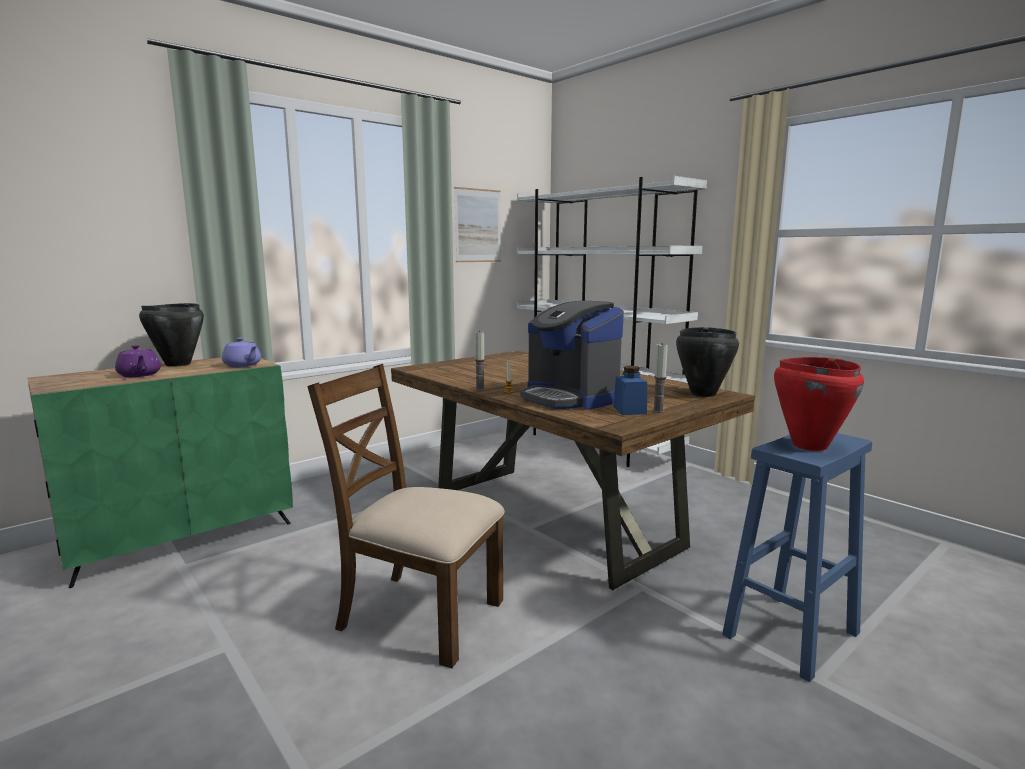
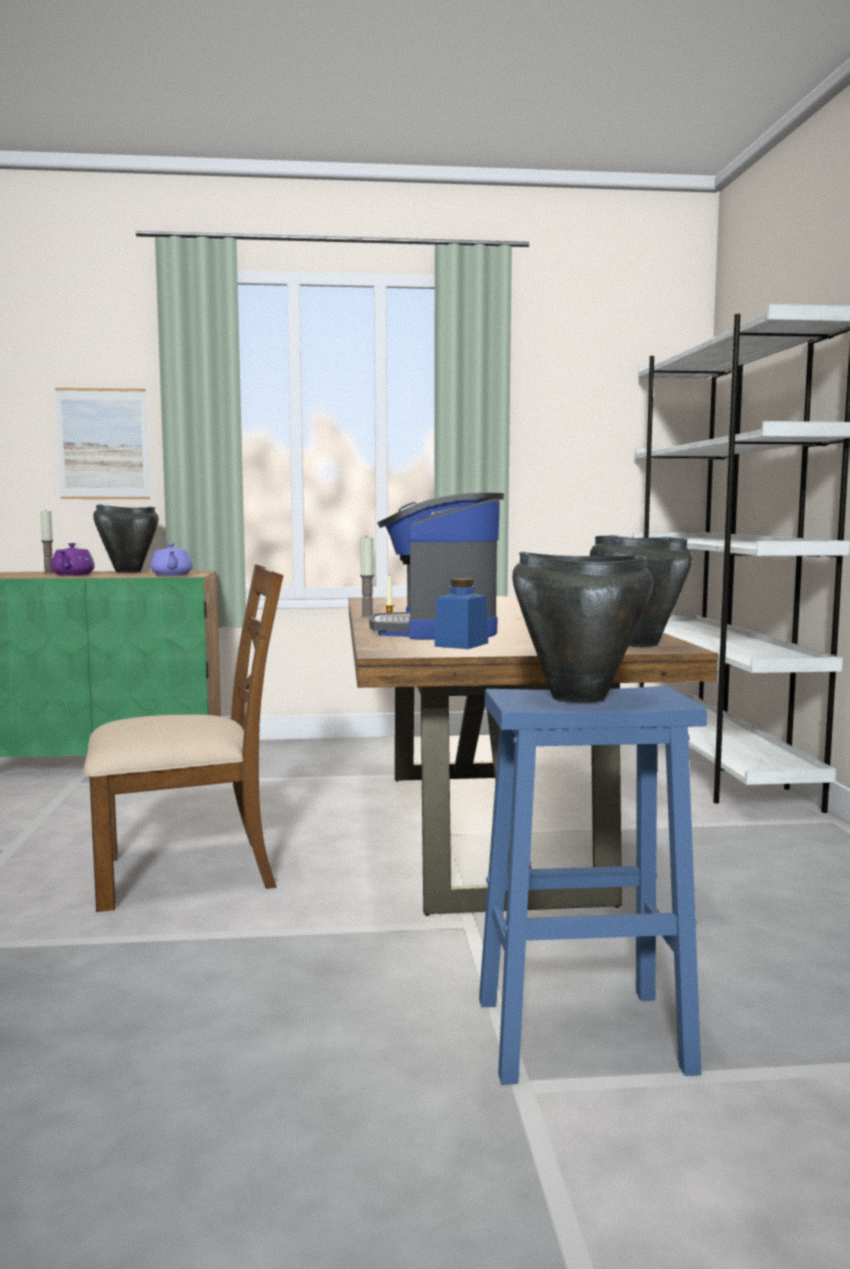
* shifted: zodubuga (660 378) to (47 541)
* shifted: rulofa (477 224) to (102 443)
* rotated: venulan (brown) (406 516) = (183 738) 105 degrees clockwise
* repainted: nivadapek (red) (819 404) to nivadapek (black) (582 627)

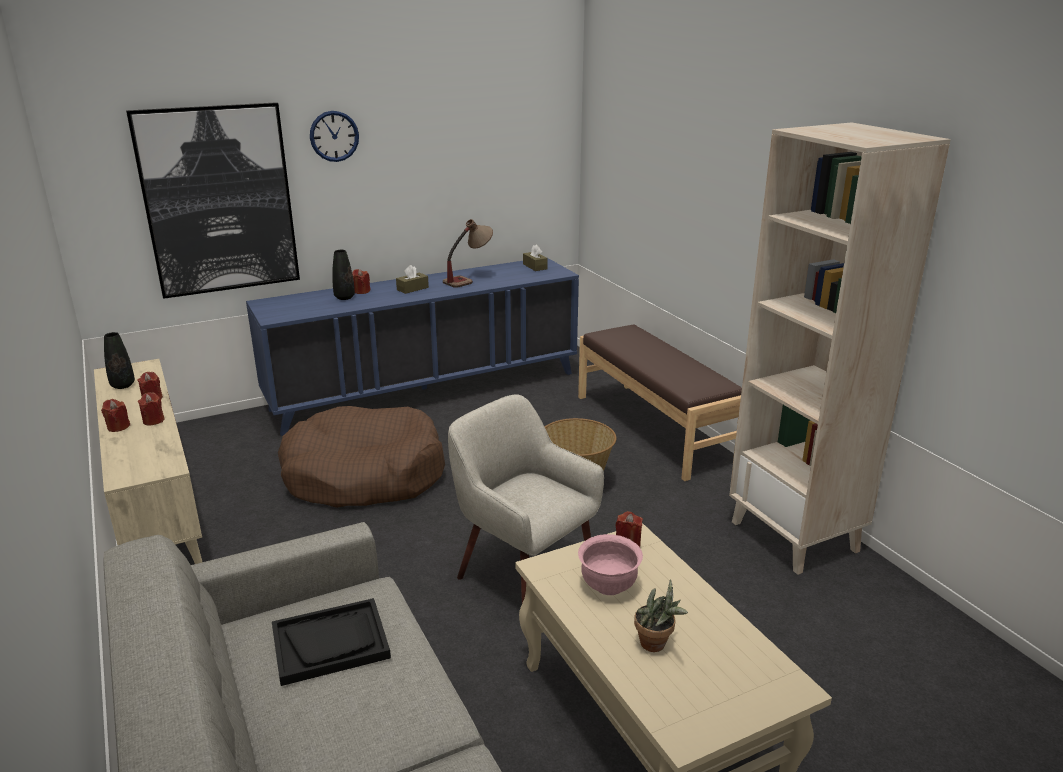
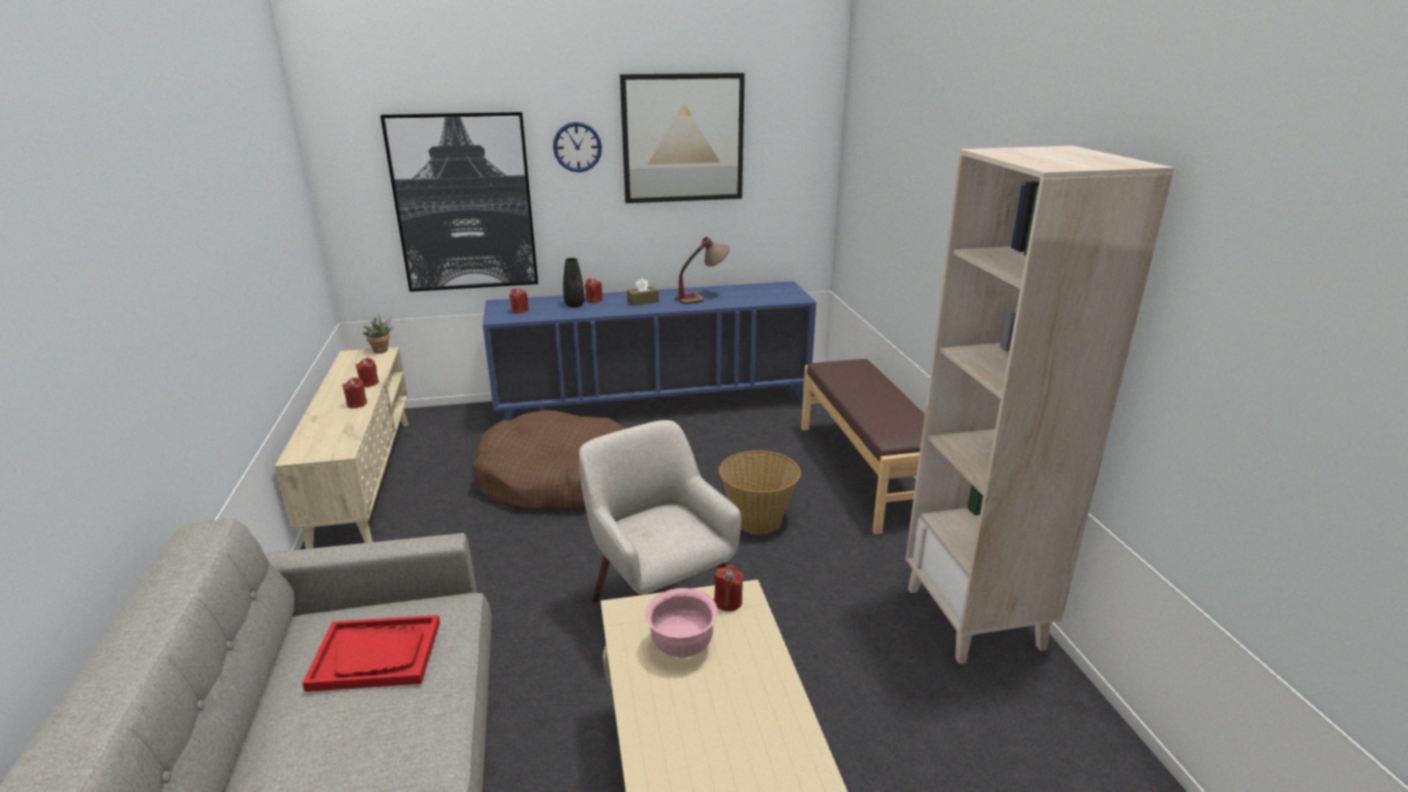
* repainted: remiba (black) (331 642) to remiba (red) (371 653)
* shifted: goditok (661 615) to (378 334)
* shifted: zodubuga (red) (115 415) to (519 301)
* new: rulofa (682 138)
* gone: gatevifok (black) (119 360)
* gone: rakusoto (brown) (535 258)

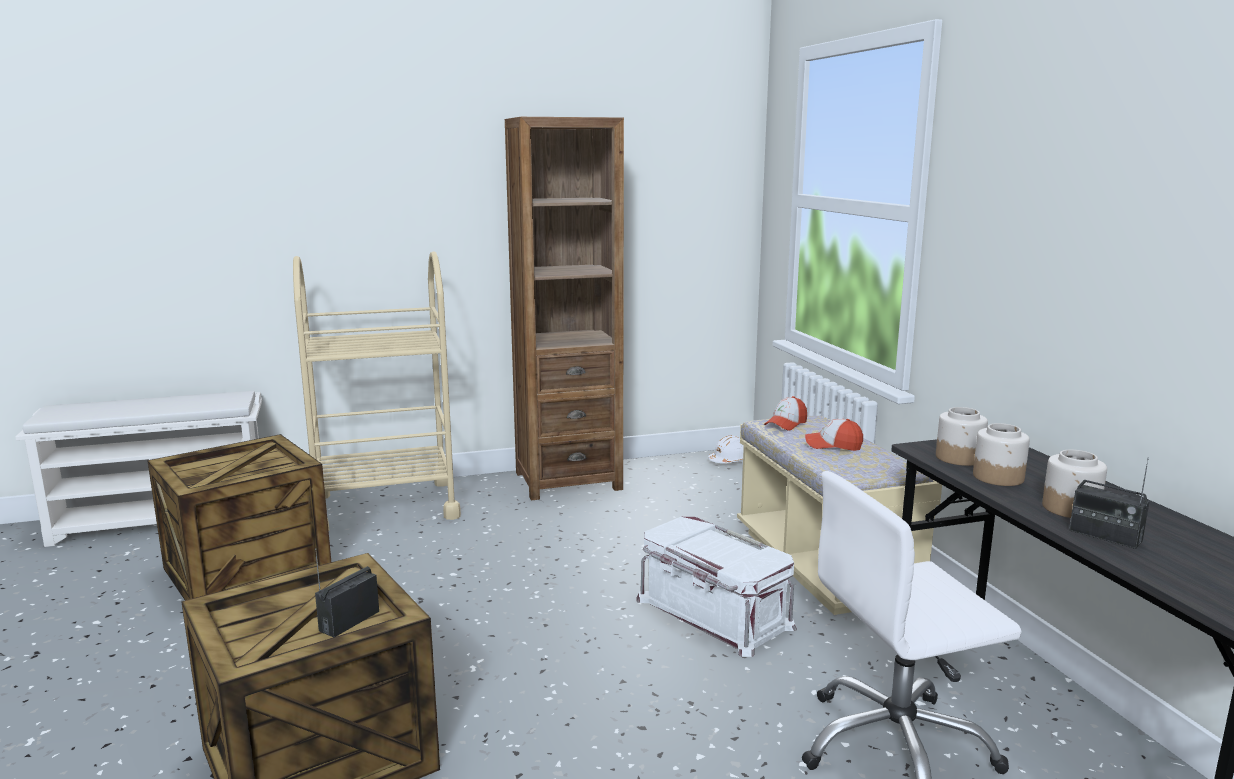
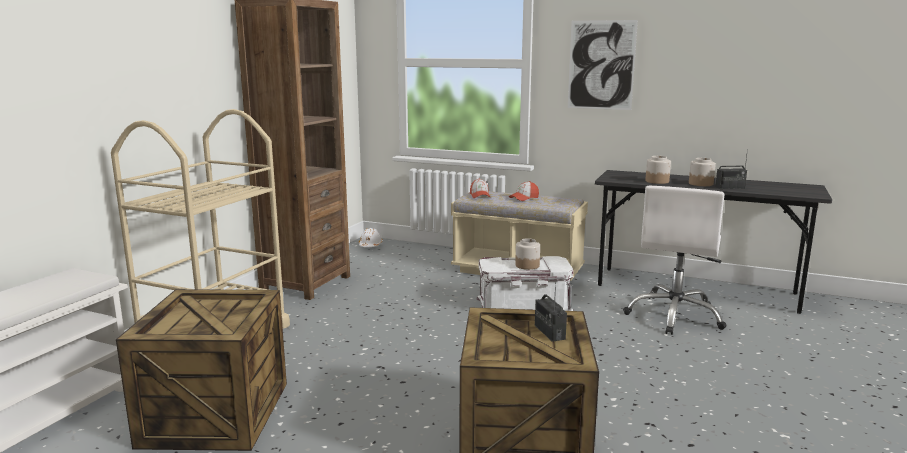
* shifted: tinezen (962 436) to (527 254)
* new: rulofa (603 65)

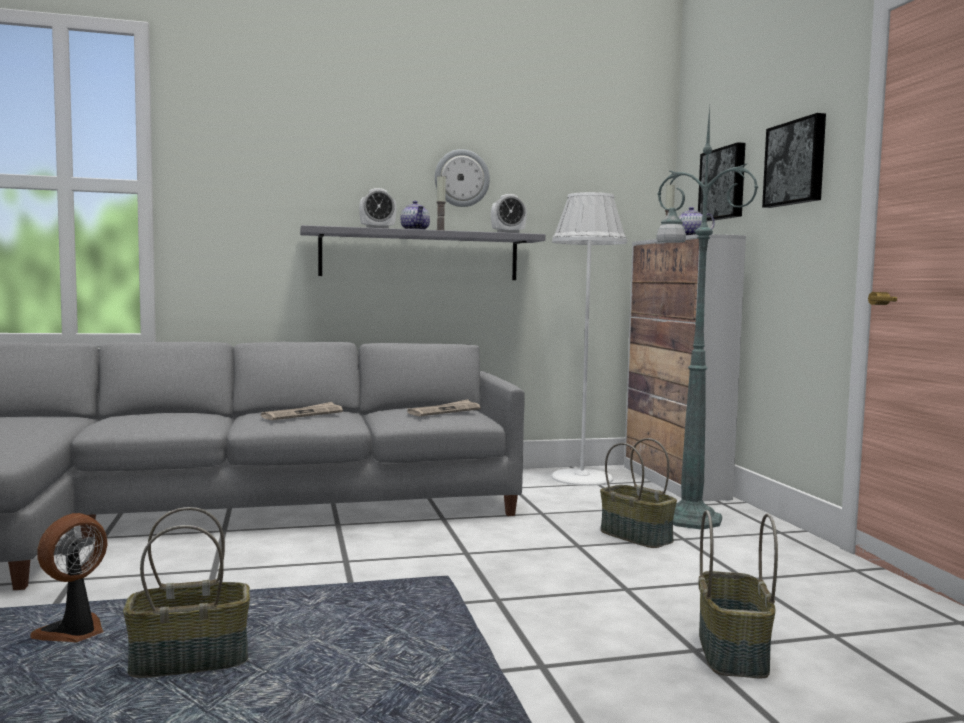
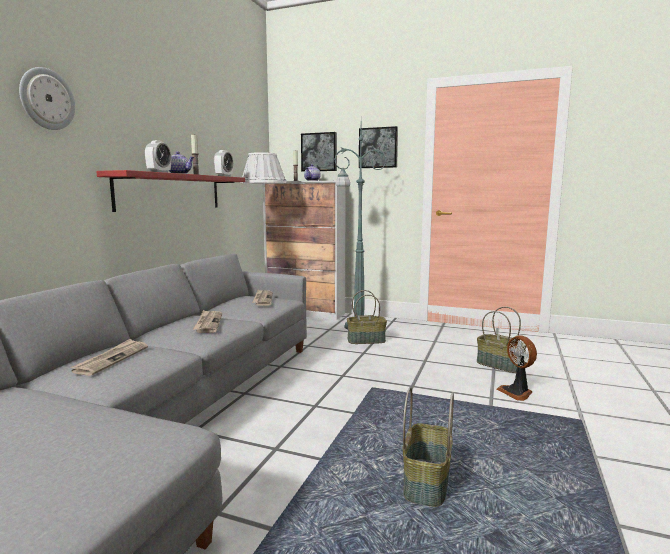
* shifted: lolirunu (462 178) to (47 98)
* new: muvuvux (109 357)
* repainted: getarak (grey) (422 252) to getarak (red) (170 191)
* shifted: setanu (68 577) to (517 368)

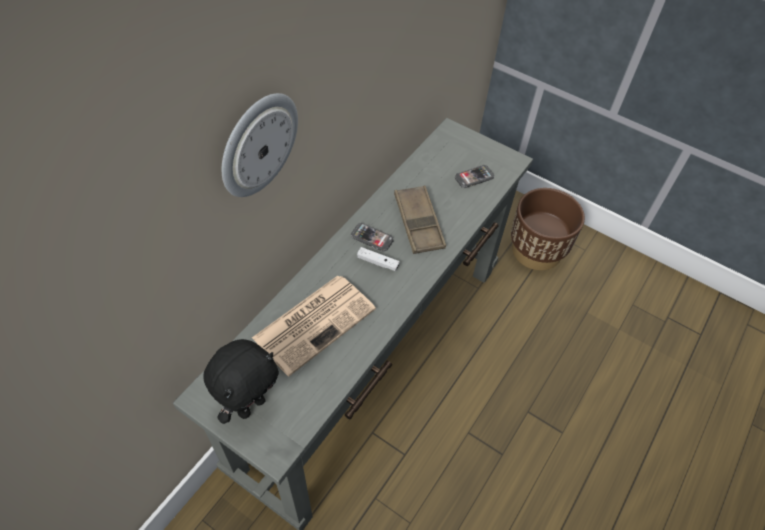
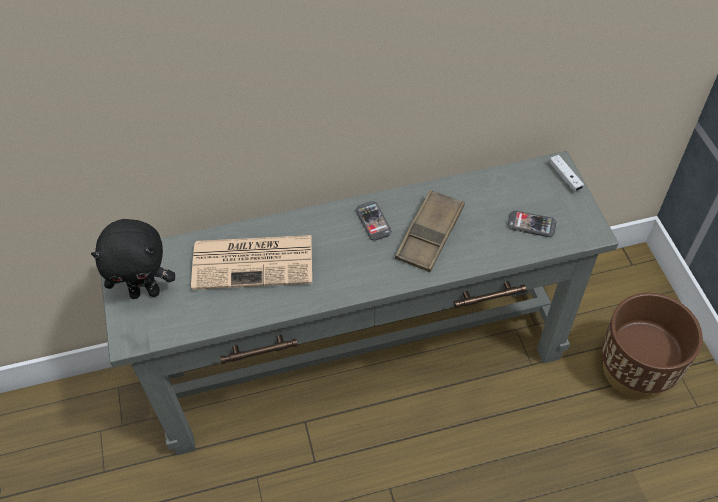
* shifted: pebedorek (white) (378 259) to (566 173)
* gone: lolirunu (260 145)

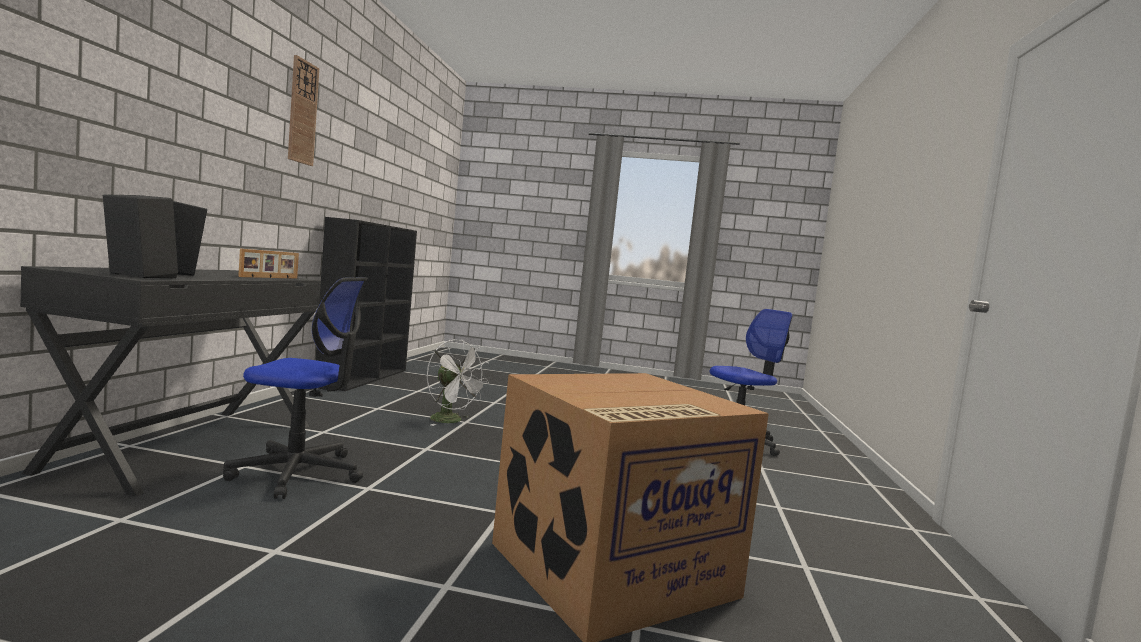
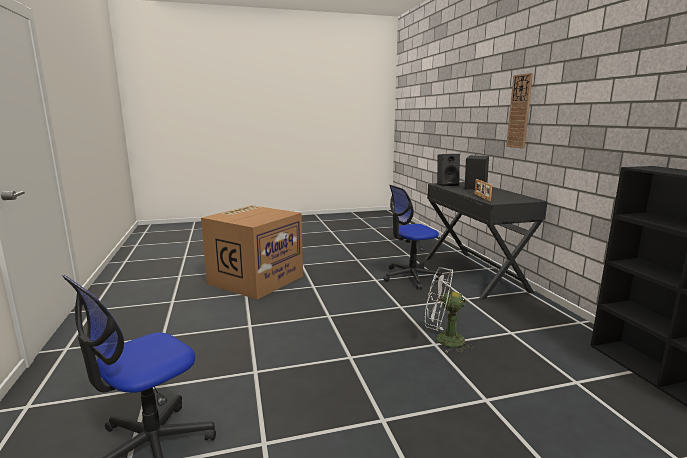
* shifted: lolirunu (303 110) to (519 111)

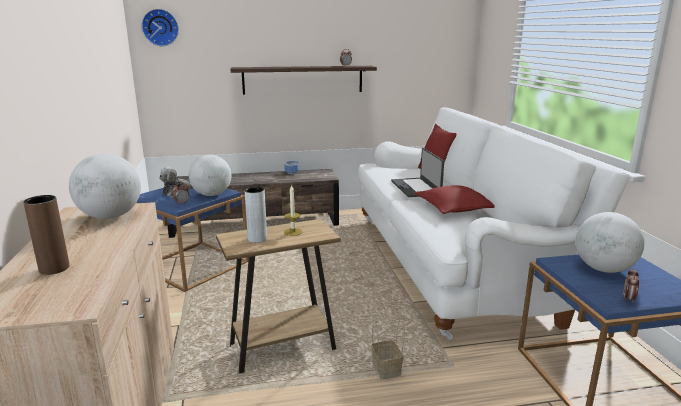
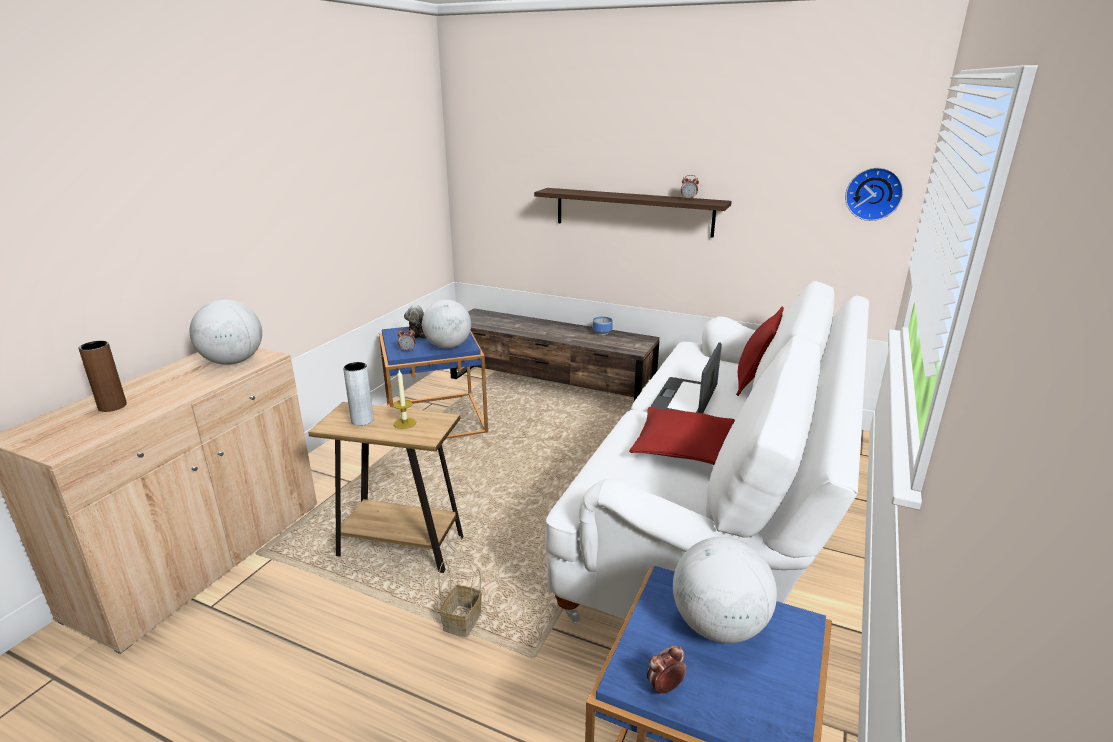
* shifted: lolirunu (160 27) to (874 194)

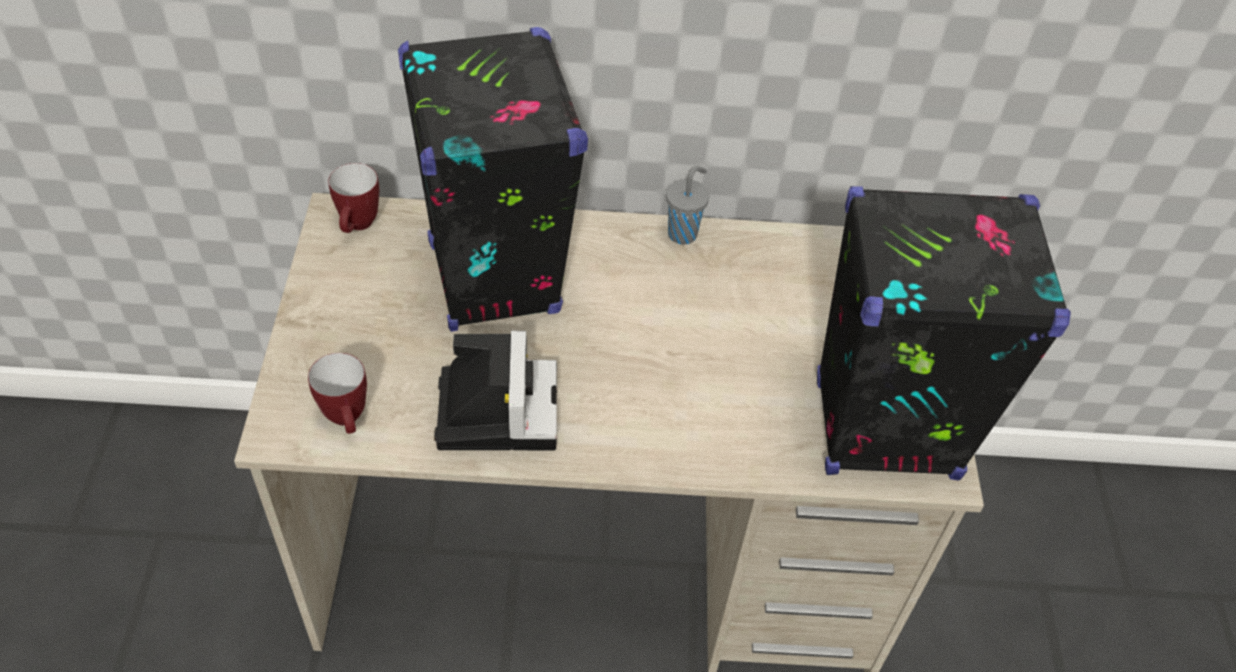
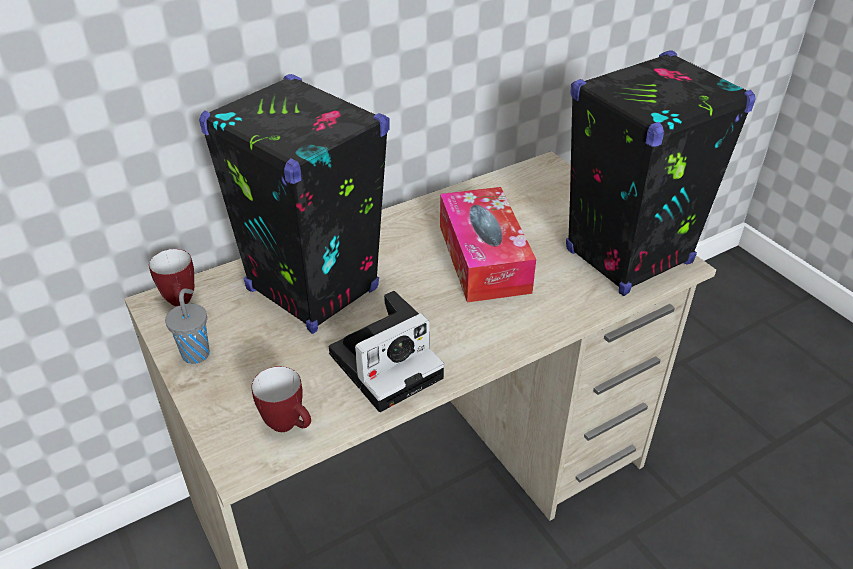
* shifted: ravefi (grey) (688 205) to (187 326)
* rotated: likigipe (495 390) = (386 351) 90 degrees clockwise
* new: rakusoto (488 244)

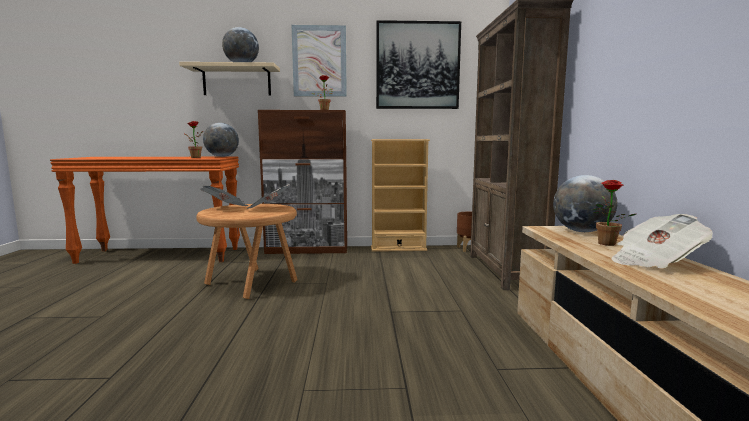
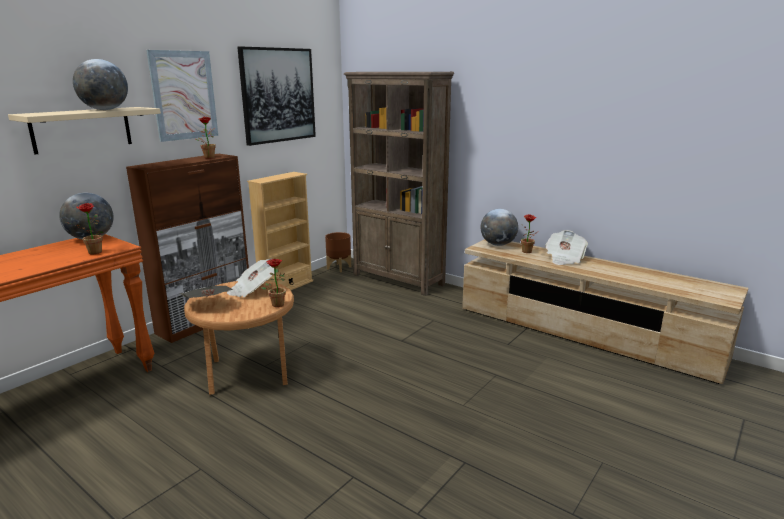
* new: goditok (273 283)

